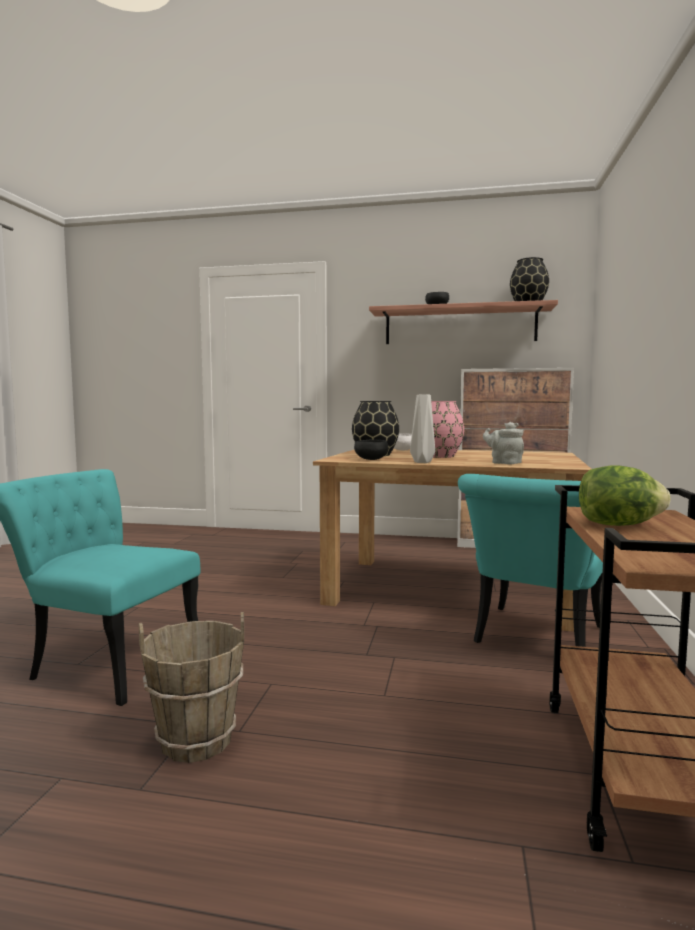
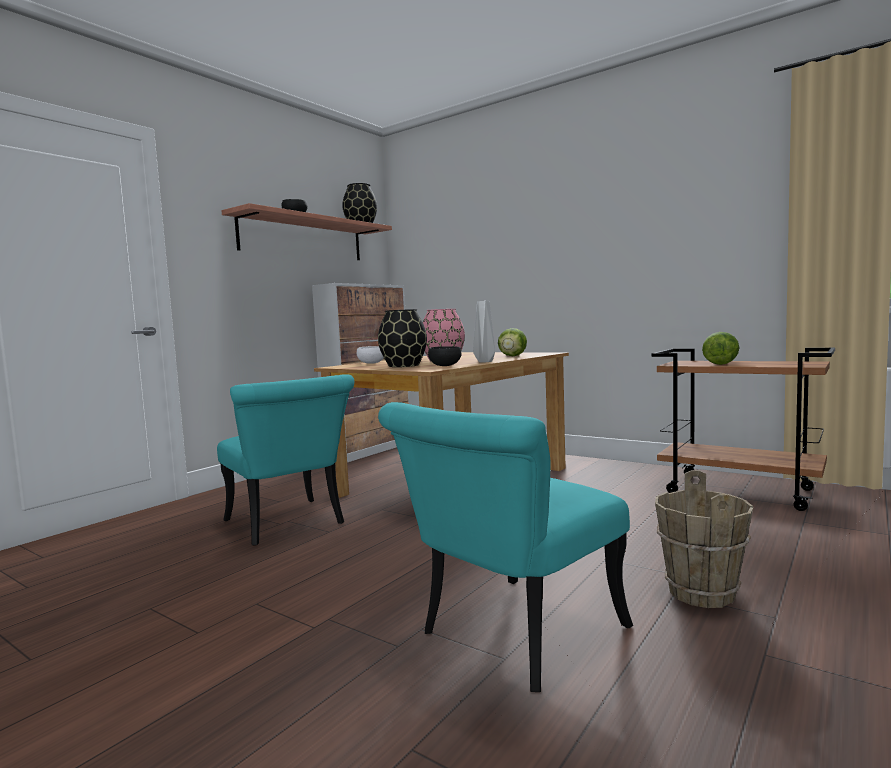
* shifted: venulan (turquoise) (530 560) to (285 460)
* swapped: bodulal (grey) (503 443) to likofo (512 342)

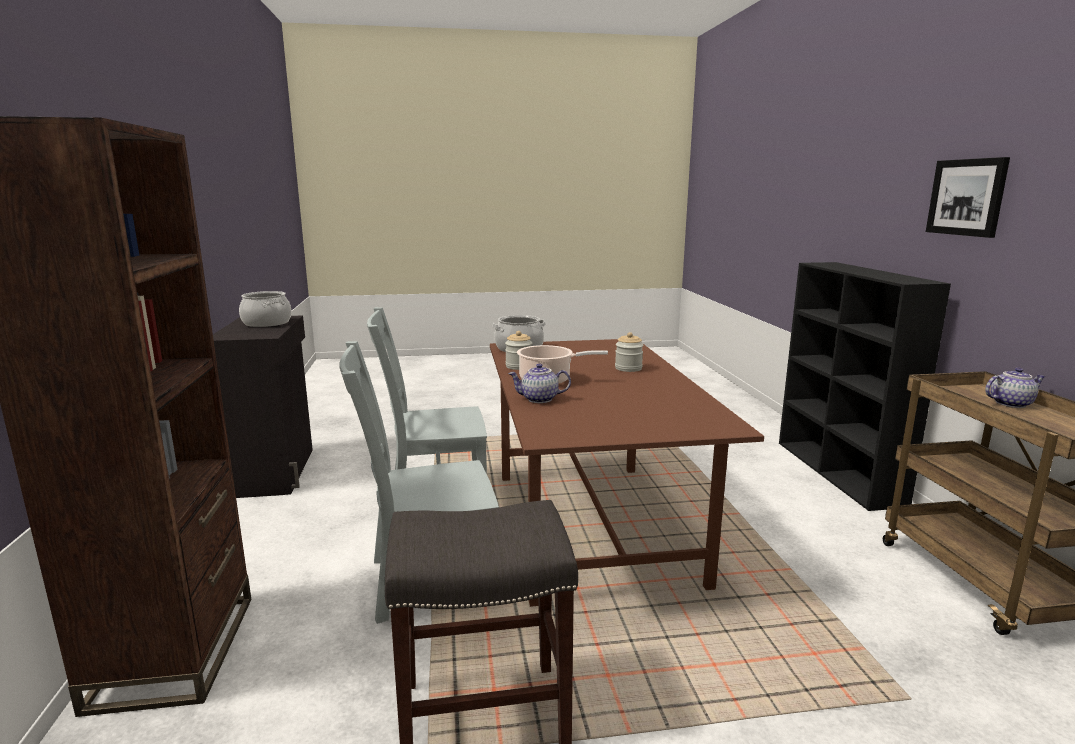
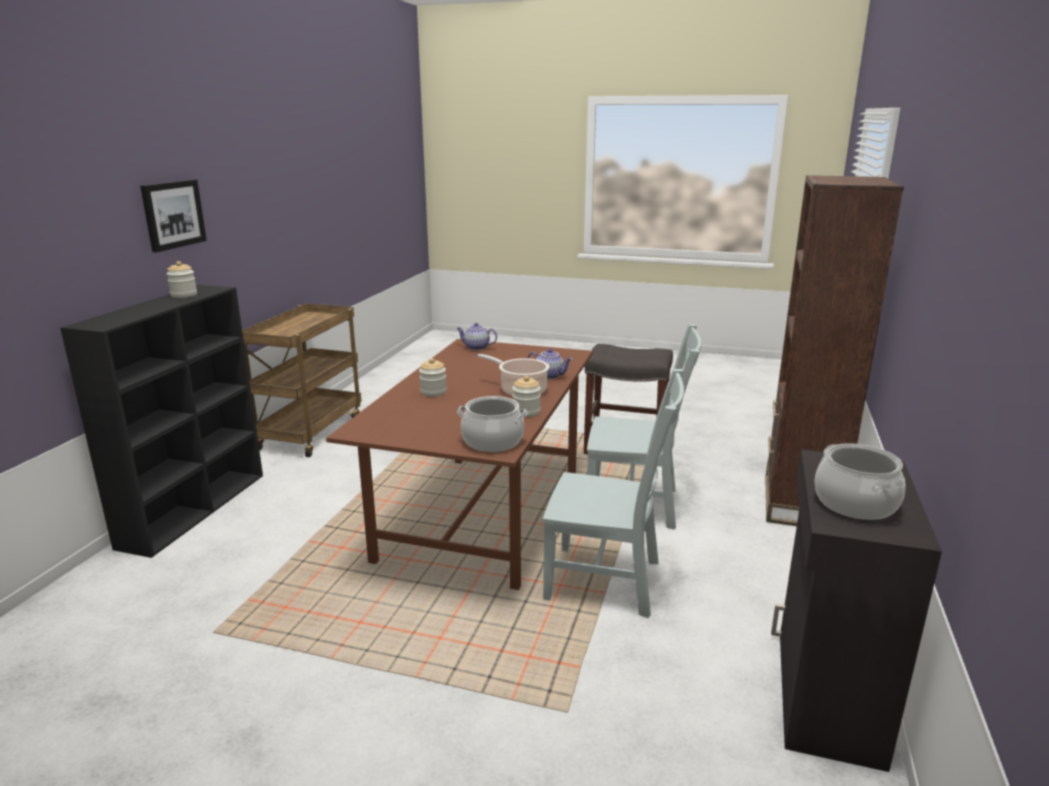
* new: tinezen (181 279)
* shifted: bodulal (1015 388) to (477 336)

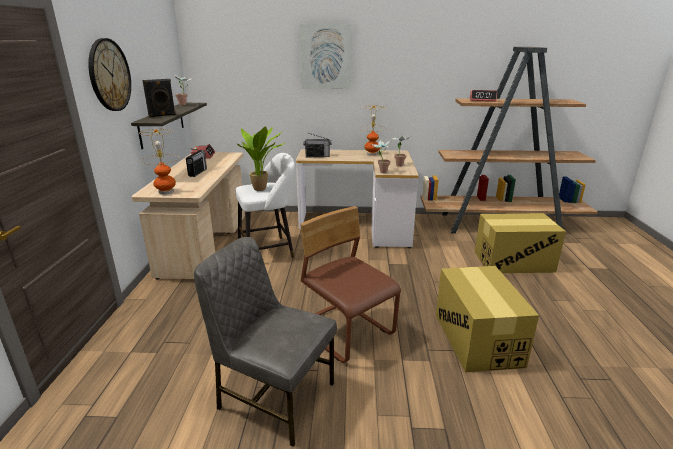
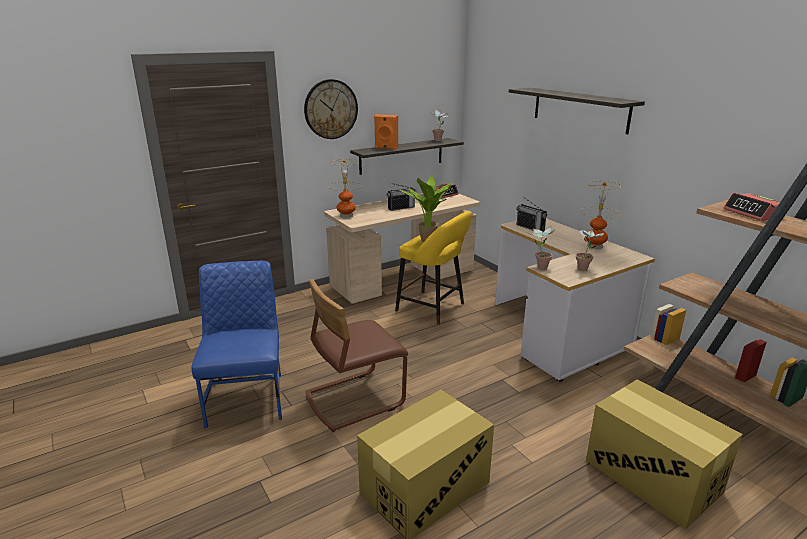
* repainted: venulan (grey) (265 342) to venulan (blue) (236 344)
* rotated: venulan (brown) (350 284) = (356 355) 135 degrees counterclockwise
* repainted: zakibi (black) (159 98) to zakibi (orange) (386 132)
* repainted: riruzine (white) (265 205) to riruzine (yellow) (433 268)
* swapped: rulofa (326 56) to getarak (577 111)

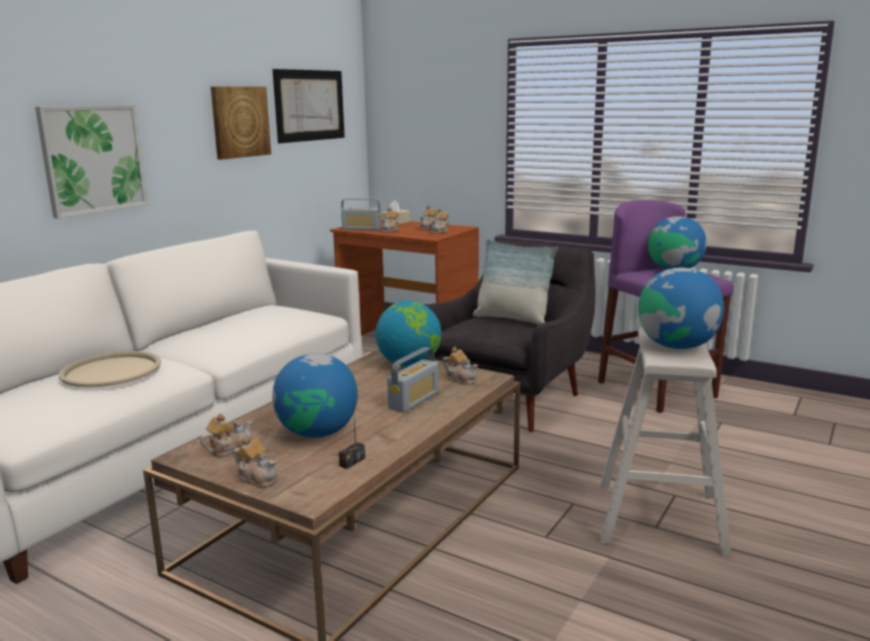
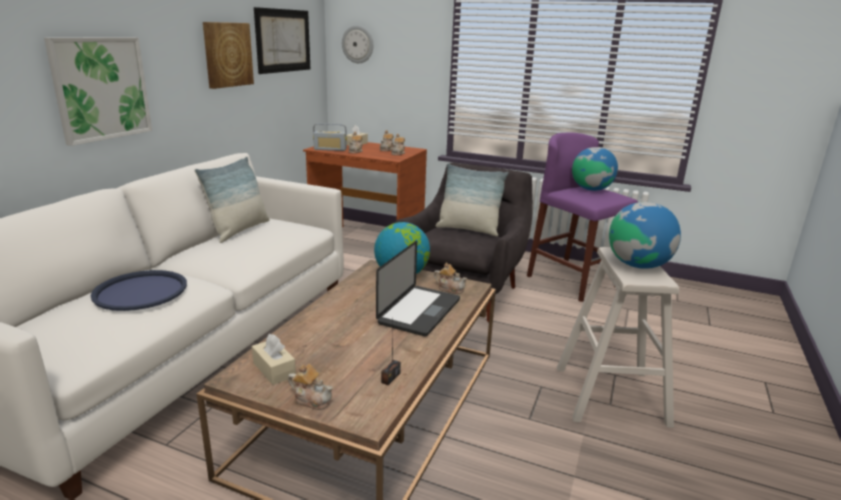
* repainted: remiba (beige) (110 369) to remiba (blue) (139 290)
* new: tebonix (232 199)
* swapped: bodulal (226 435) to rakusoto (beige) (274 359)
* new: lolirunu (357 44)
* swapped: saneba (413 380) to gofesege (418 289)
* gone: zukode (315 395)

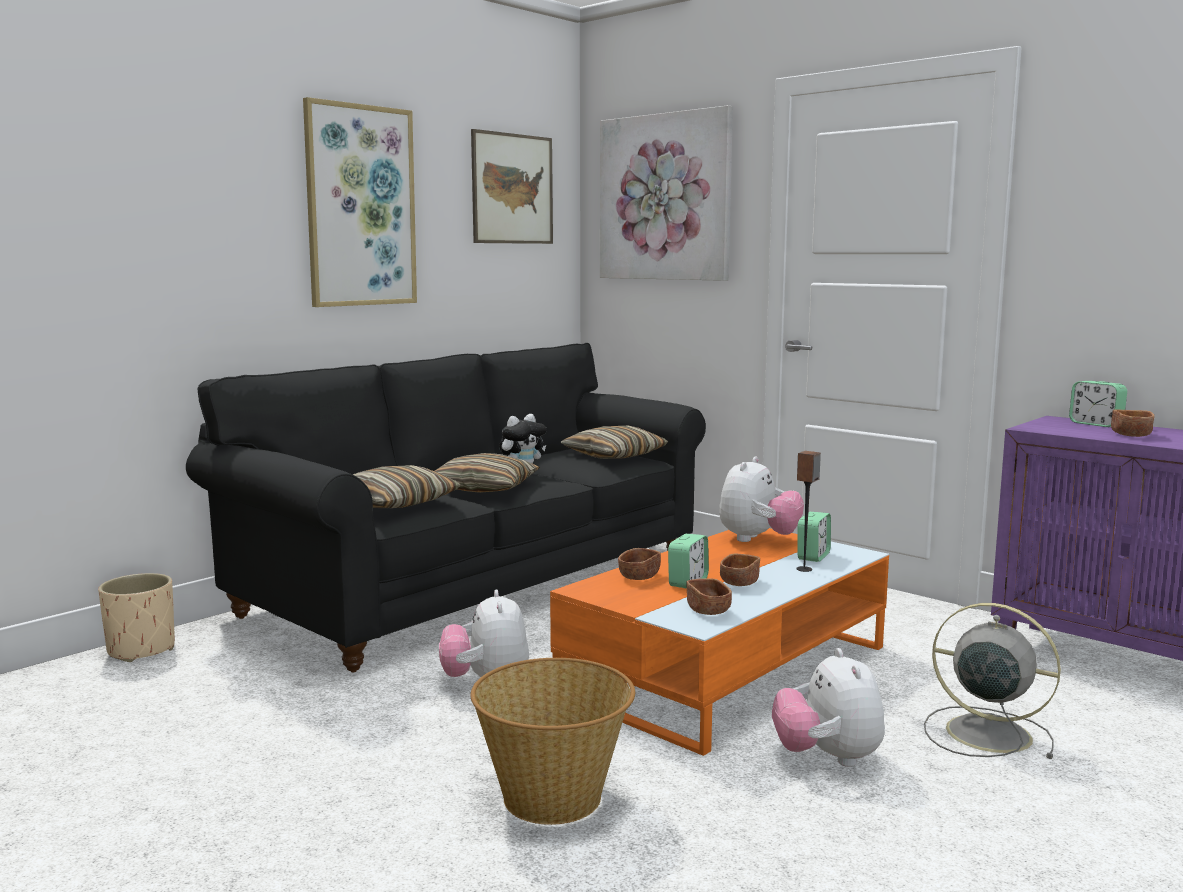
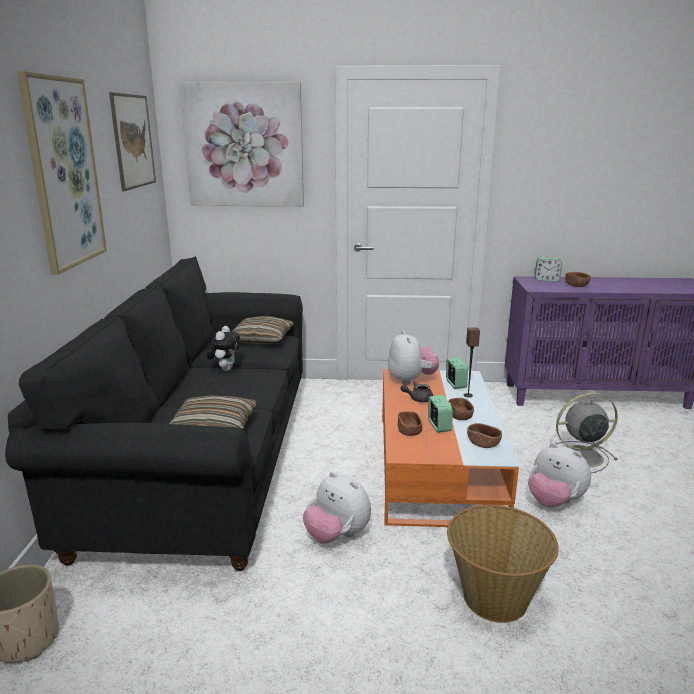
* new: bodulal (grey) (416 391)
* gone: tebonix (487 473)

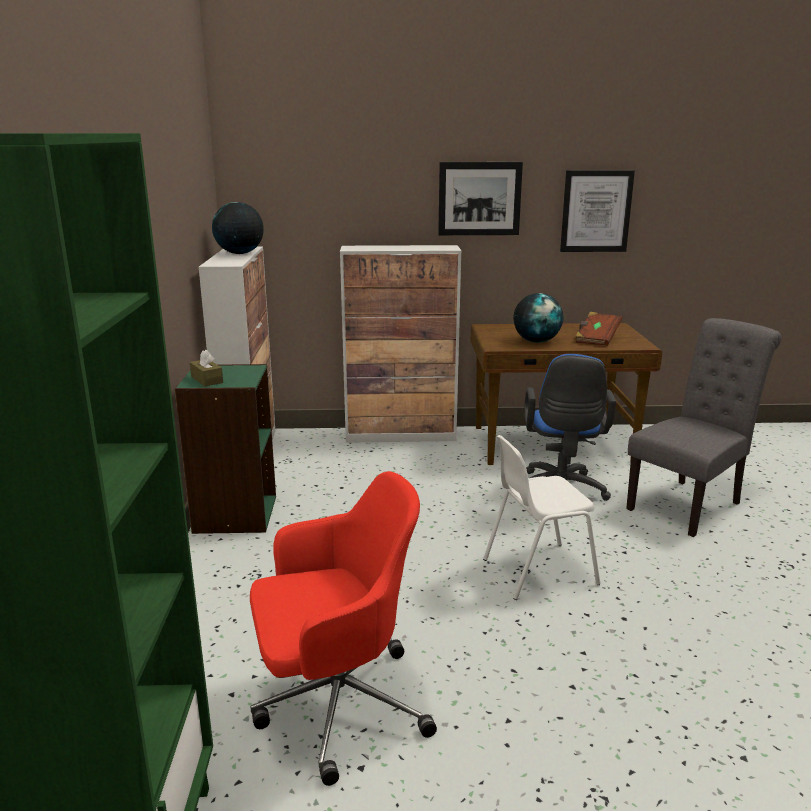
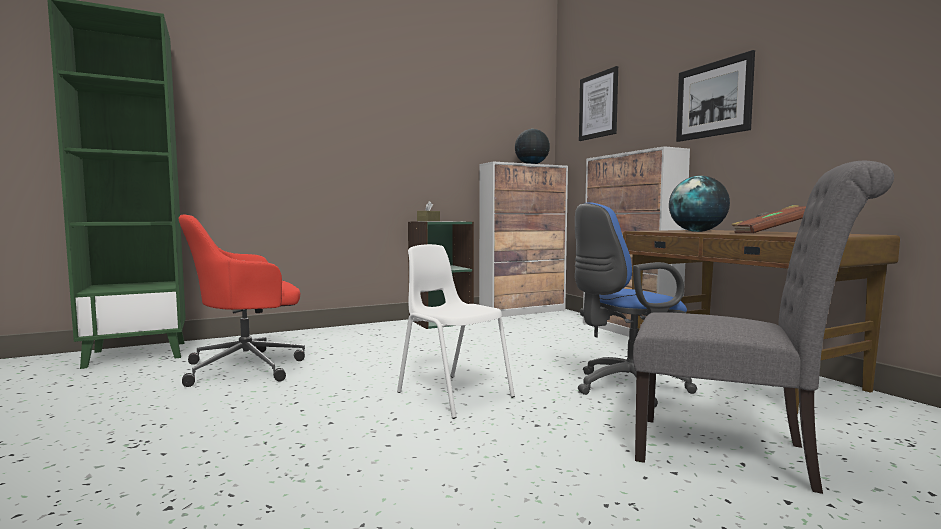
* rotated: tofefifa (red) (343 628) = (242 300) 105 degrees clockwise
* shifted: rulofa (597 211) to (598 103)

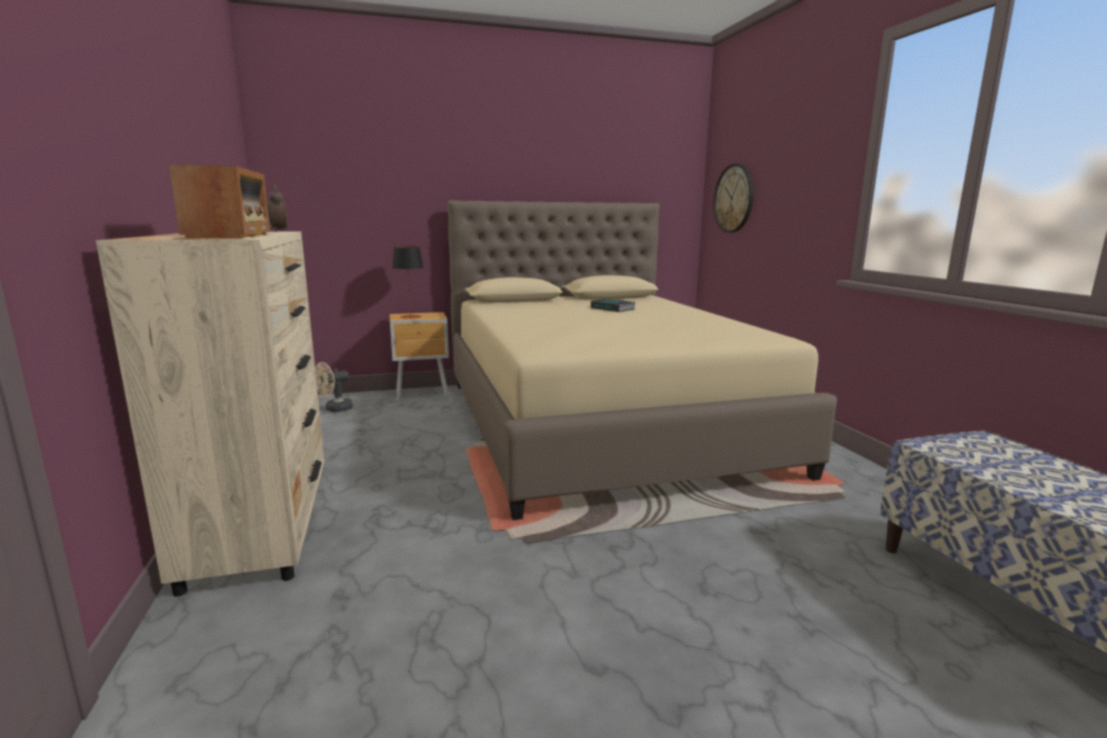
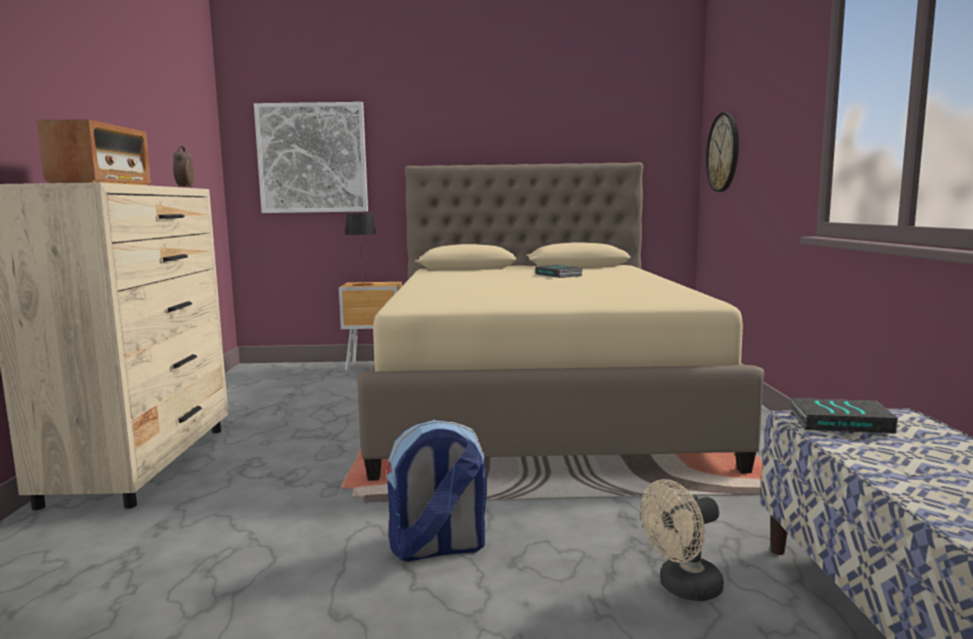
* new: rulofa (311 157)
* new: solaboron (436 491)
* shifted: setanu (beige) (334 387) to (682 540)
* new: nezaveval (844 416)

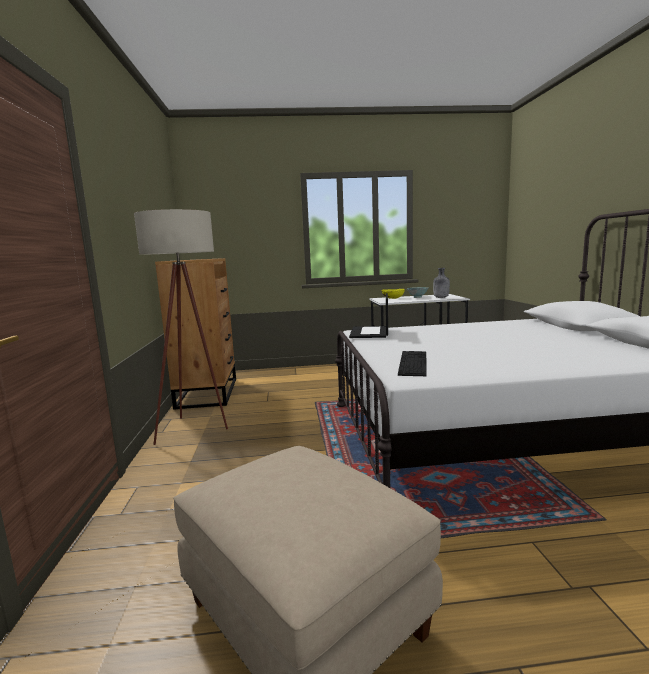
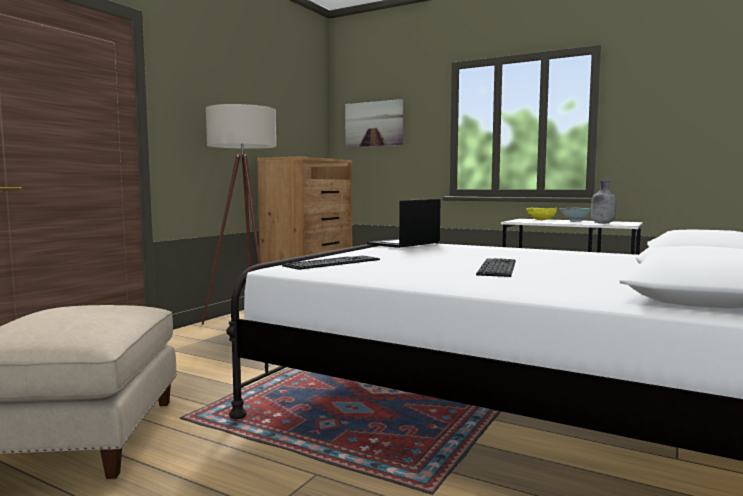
* new: rulofa (374 123)
* new: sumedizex (496 267)

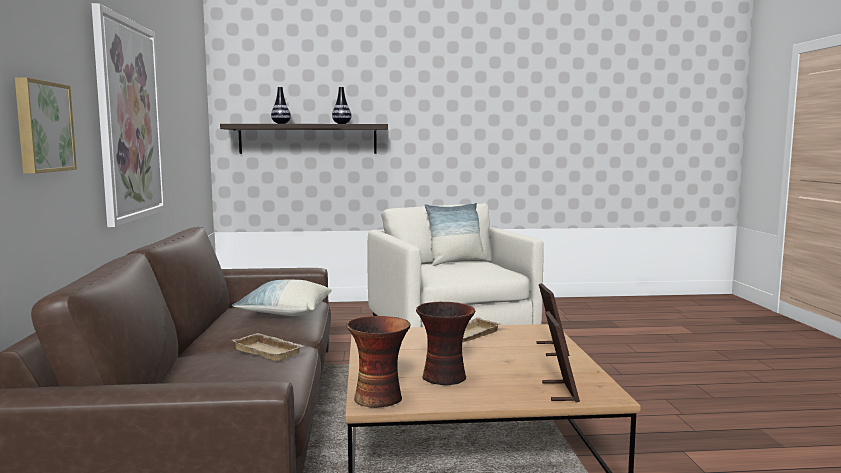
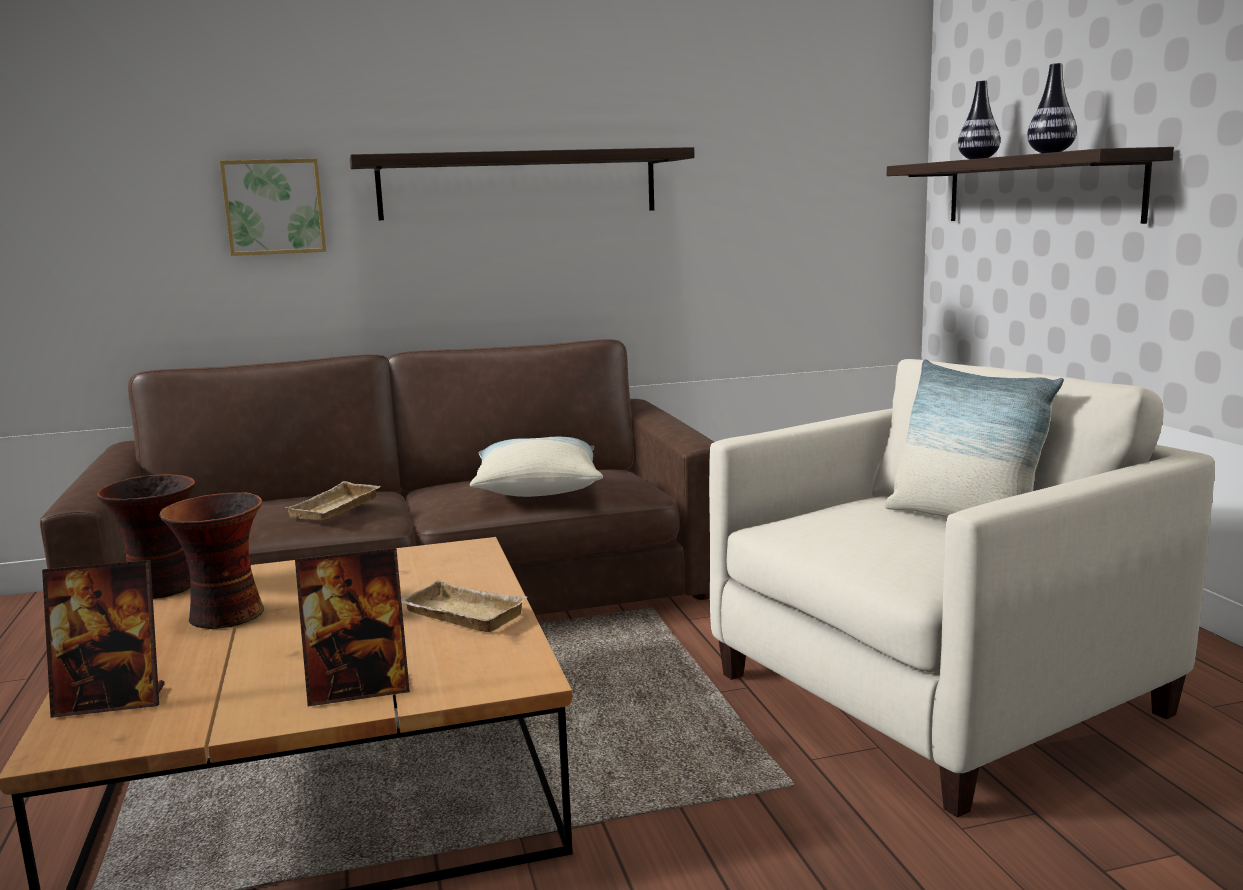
* swapped: rulofa (128 115) to getarak (522 183)

